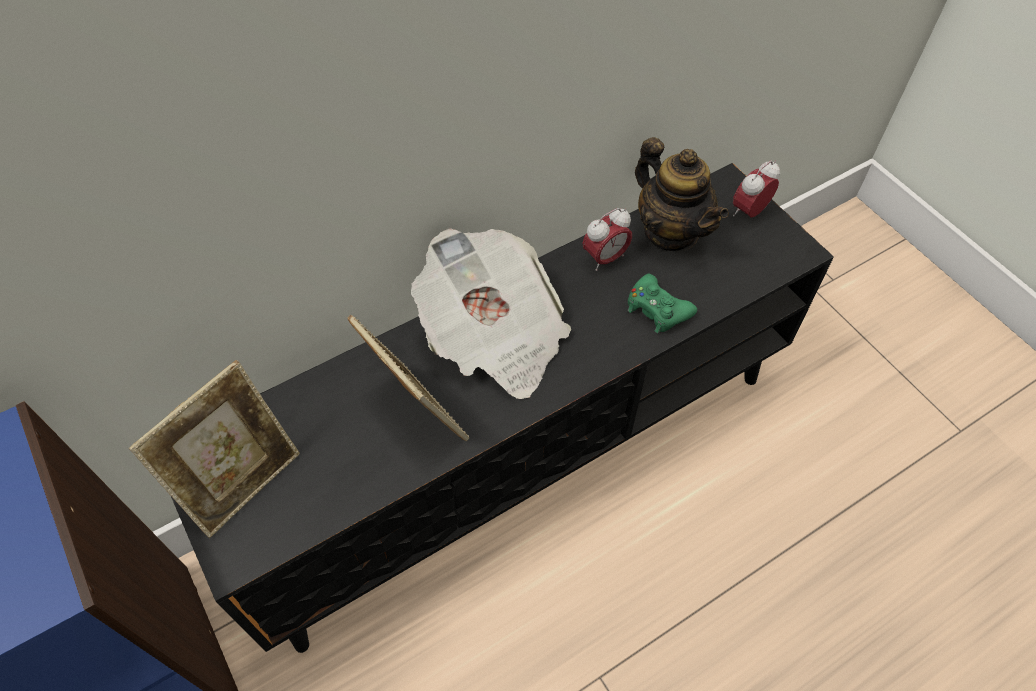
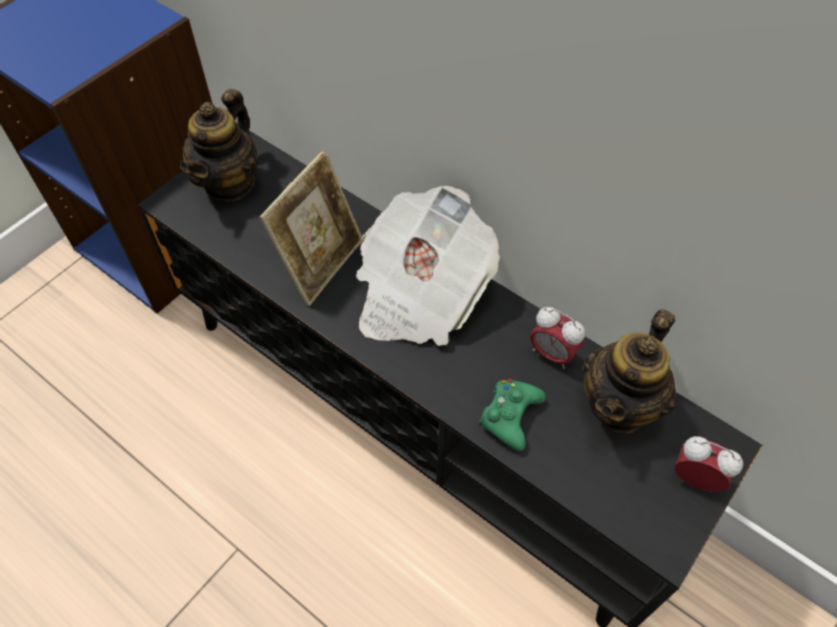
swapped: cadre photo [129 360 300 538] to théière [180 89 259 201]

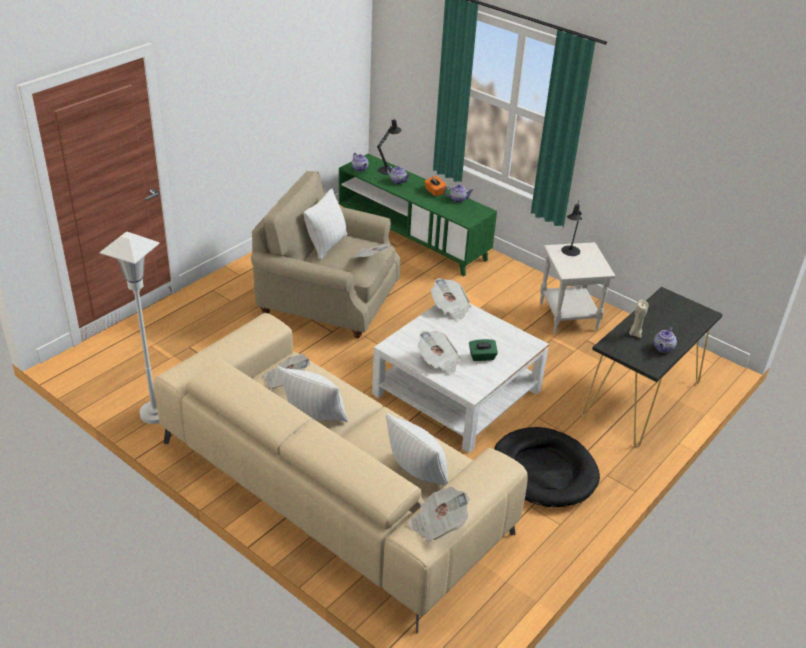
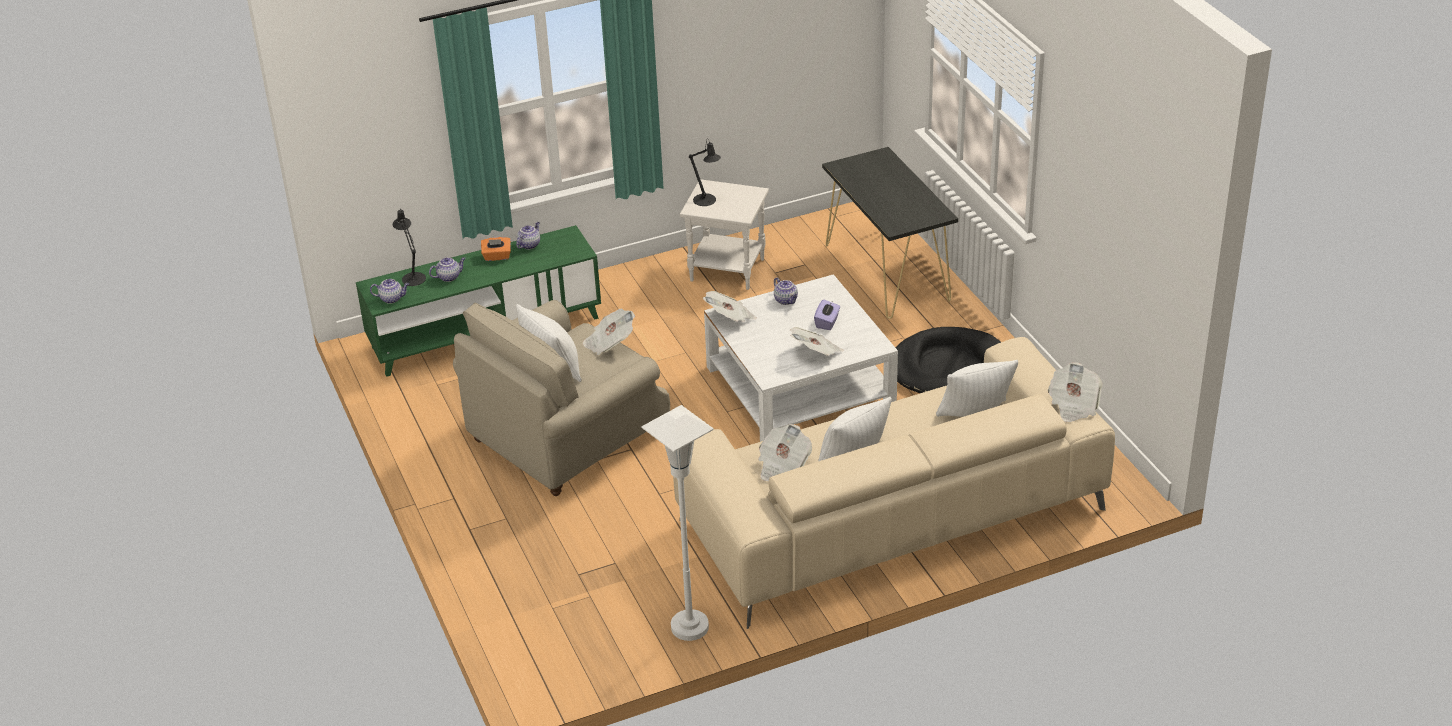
gone: bougie/beige [629 300 649 338]
shifted: théière [654 327 677 353] to [774 277 798 305]
repainted: boîte à mouchoirs/vert [469 339 498 361] to boîte à mouchoirs/violet [814 300 840 330]

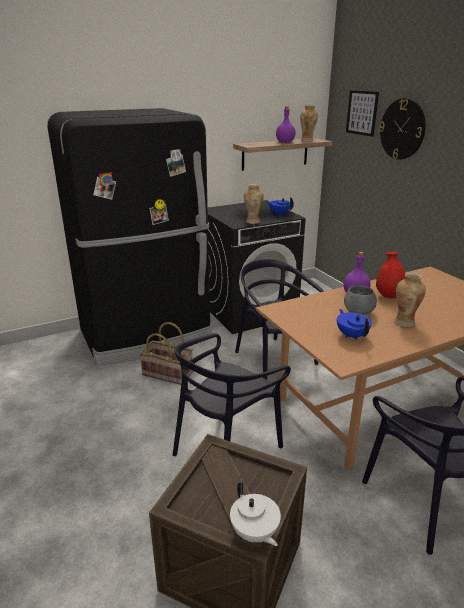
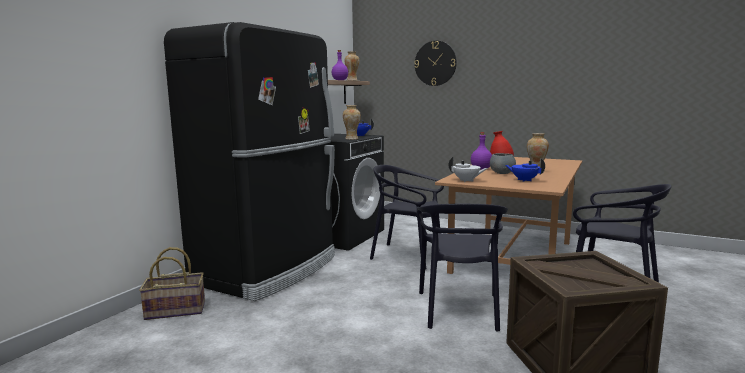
gone: tableau [346 90 379 137]
shifted: panier [139 322 193 385] to [139 247 205 320]; théière/blanc [230 482 281 546] to [449 157 488 182]

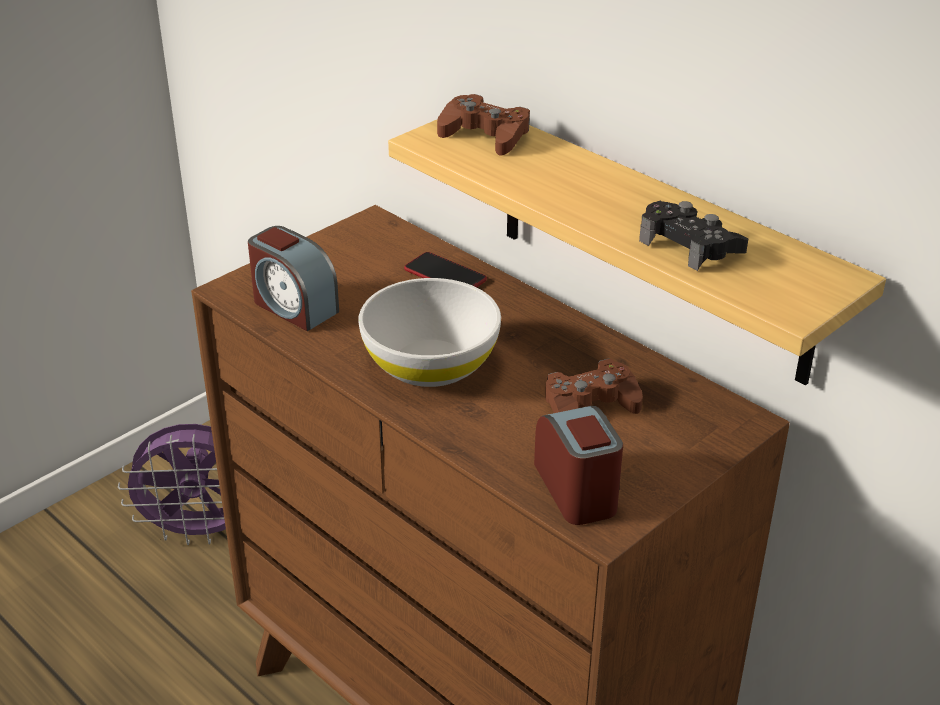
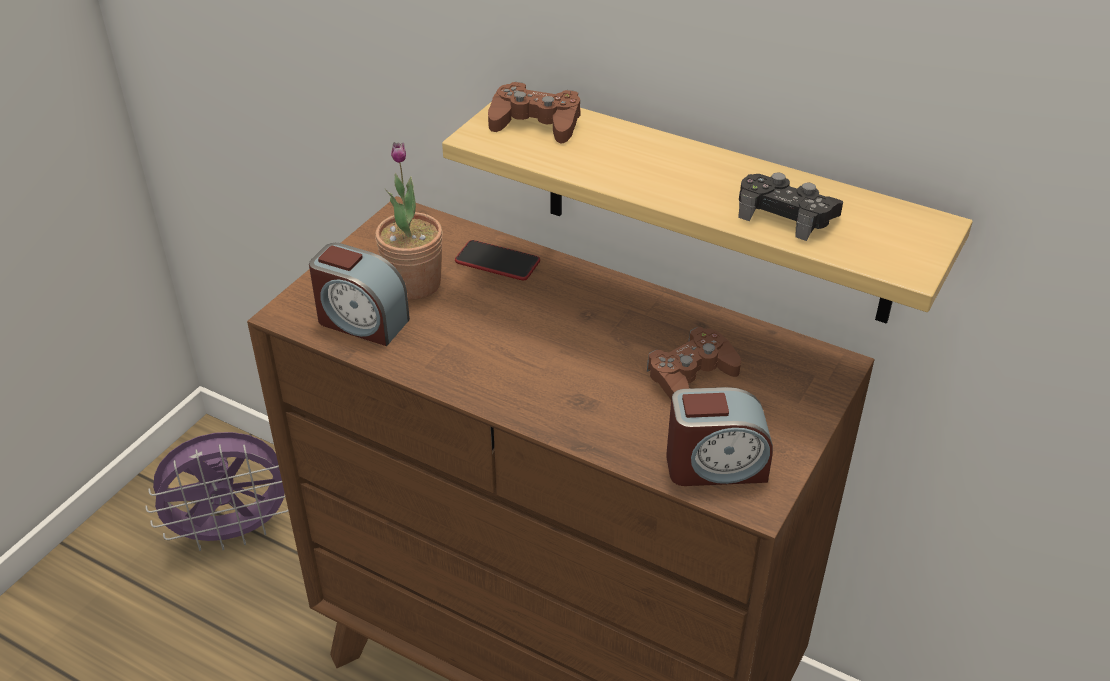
gone: bol/blanc [358 278 501 387]
new: plante en pot [375 142 443 300]
rotated: réveil [534 406 623 525] = [666 387 773 486] 120 degrees clockwise

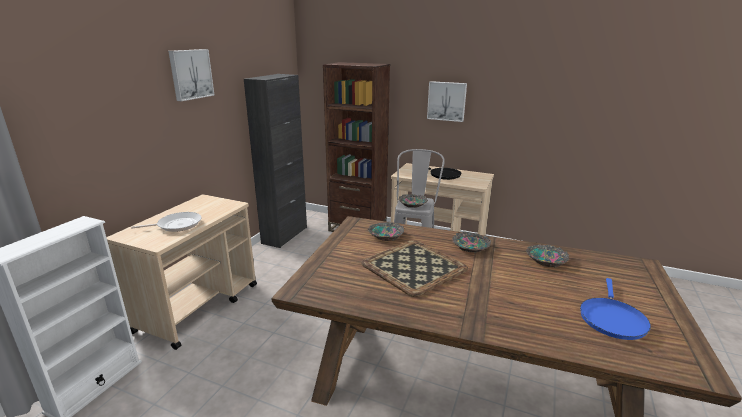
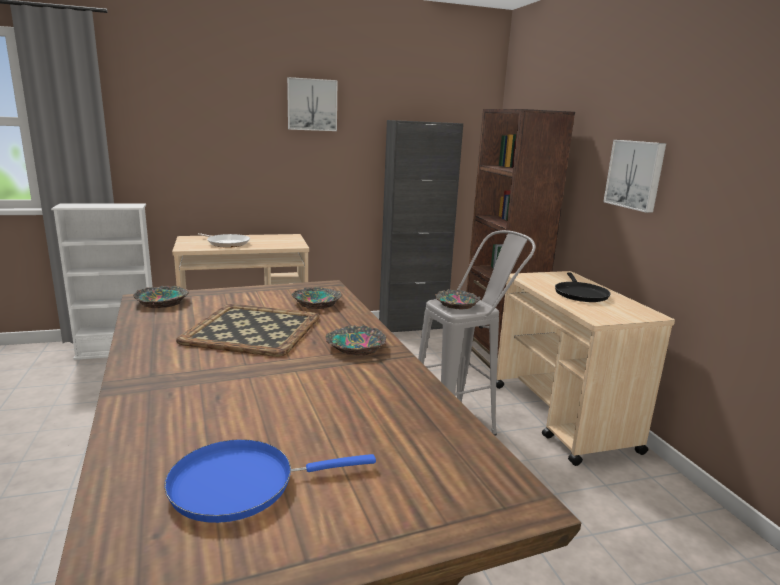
shifted: bol [526 244 569 267] to [133 286 189 308]

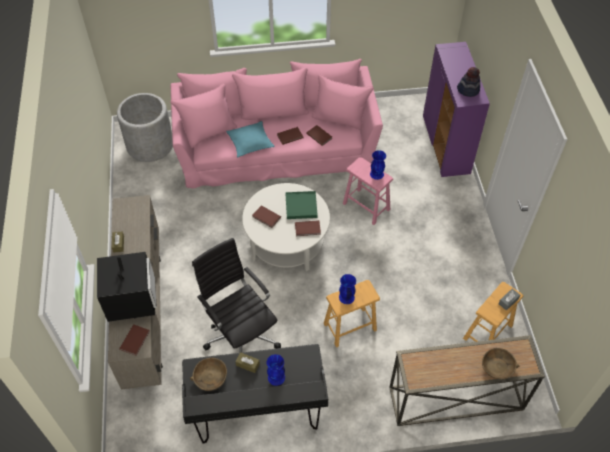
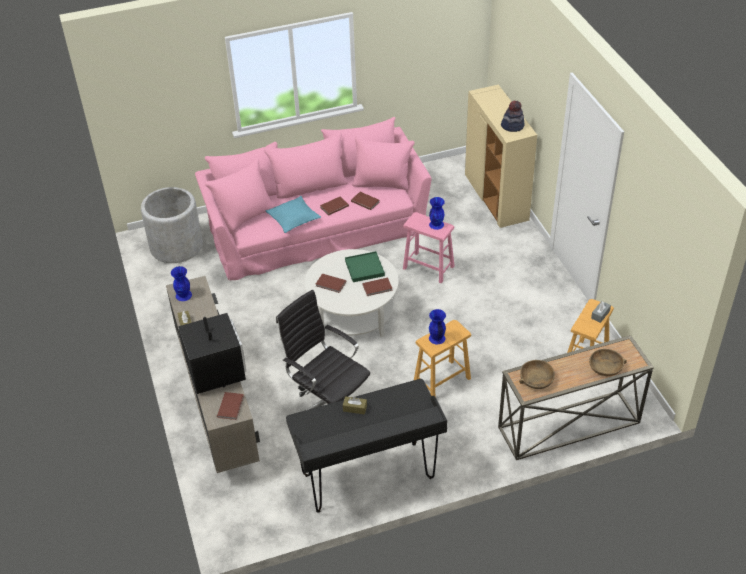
shifted: bol/marron [190 358 227 391] to [519 360 555 389]; vase/bleu [267 354 285 386] to [171 266 192 301]
repainted: meuble de rangement/violet [423 42 490 177] to meuble de rangement/beige [465 85 537 228]

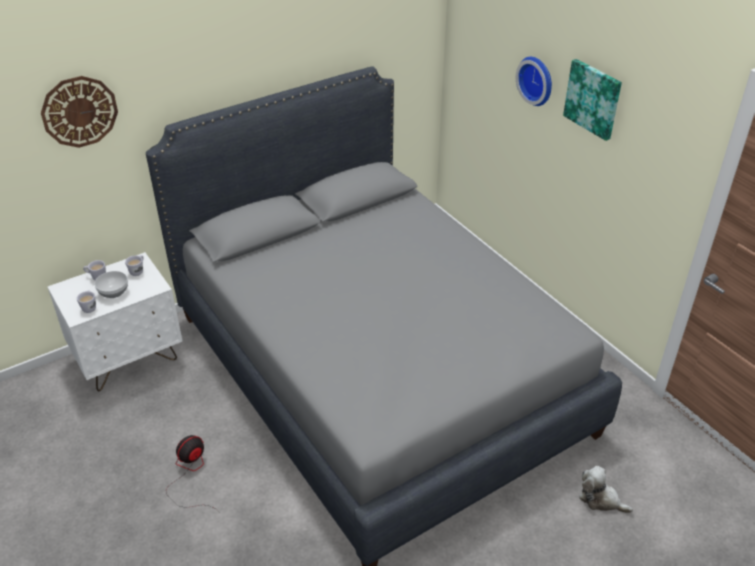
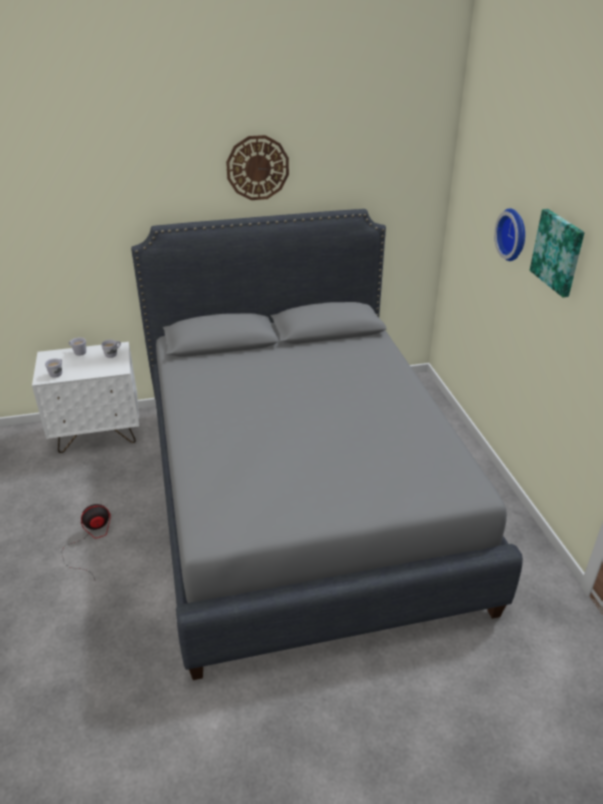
gone: bol [94 271 128 298]; peluche [579 466 633 513]
shifted: horloge murale [41 76 118 148] to [226 135 289 200]

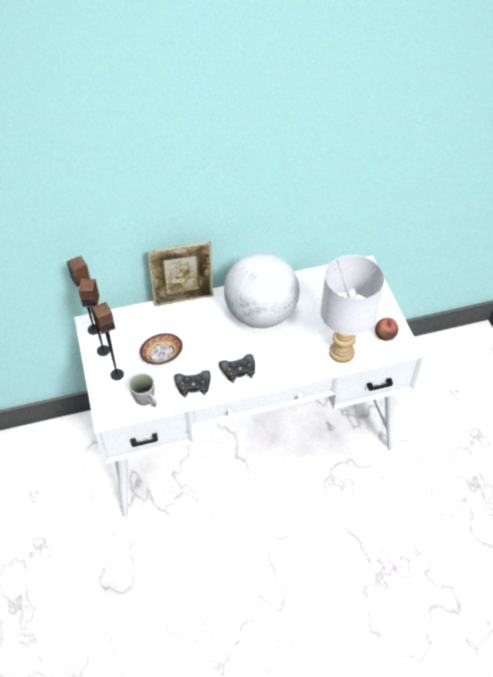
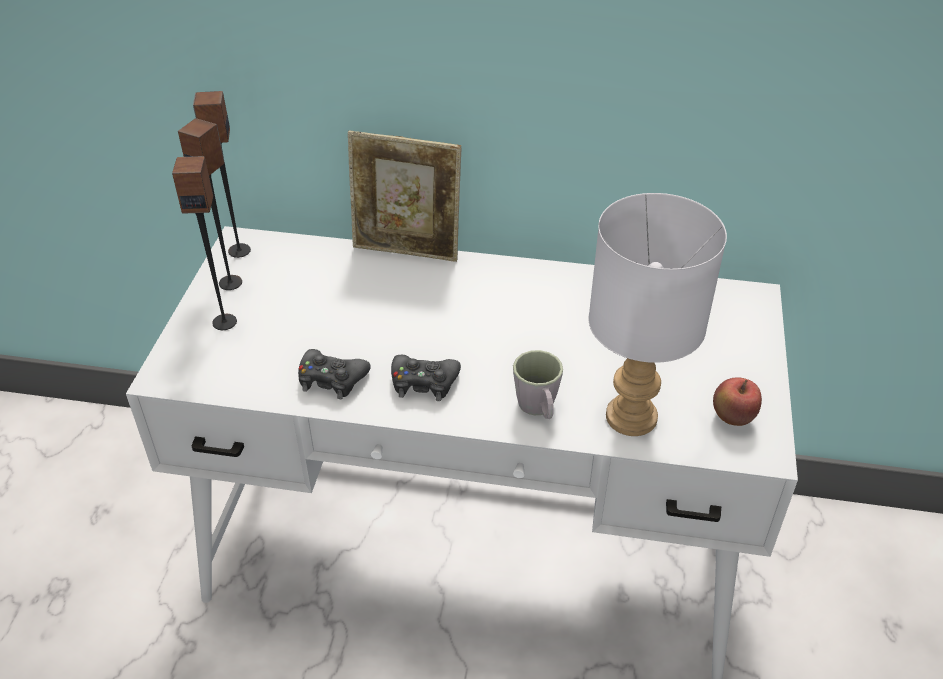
gone: bol [140 333 183 365]; globe [224 253 299 328]
shifted: mug/gris [129 373 157 407] to [513 350 563 419]

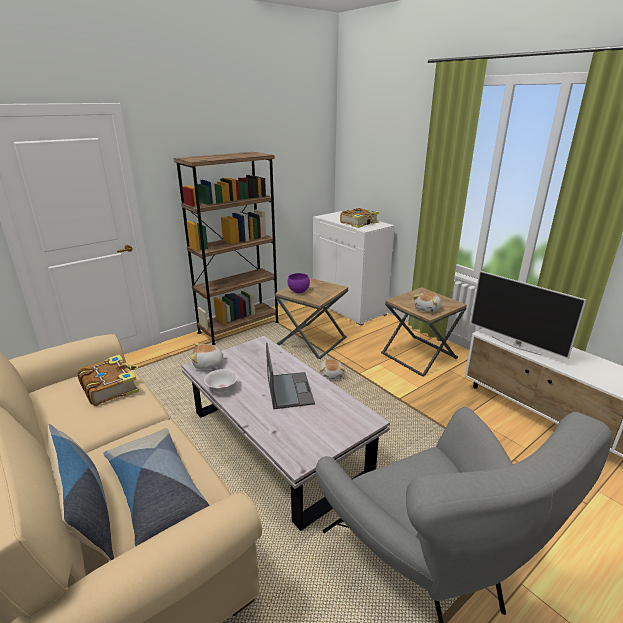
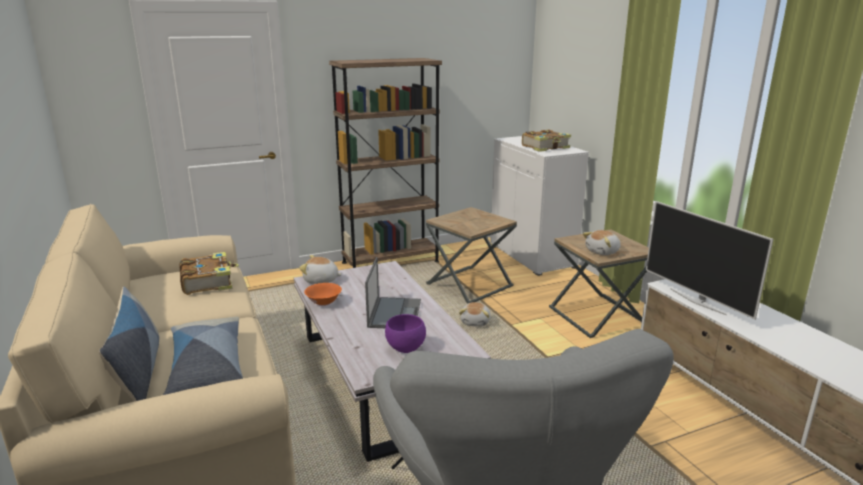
shifted: bol/violet [288 273 310 293] to [385 314 426 353]
repainted: bol/blanc [204 369 238 392] to bol/orange [304 283 342 306]

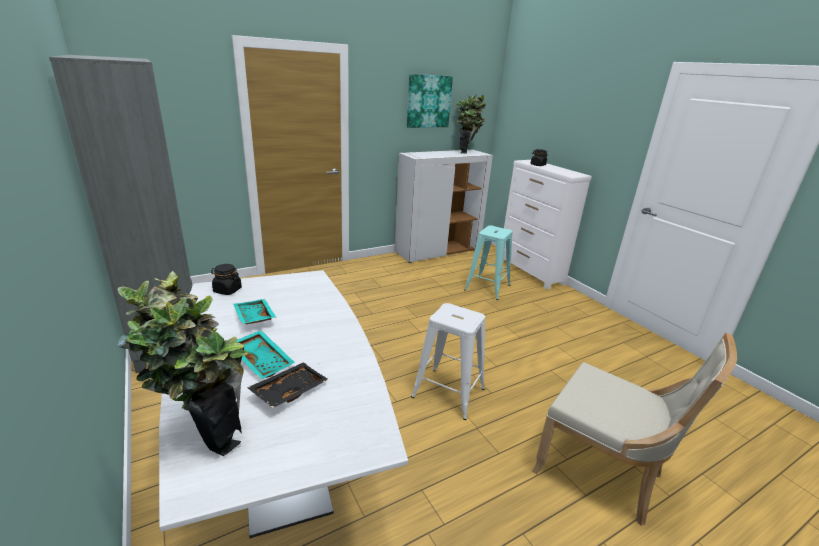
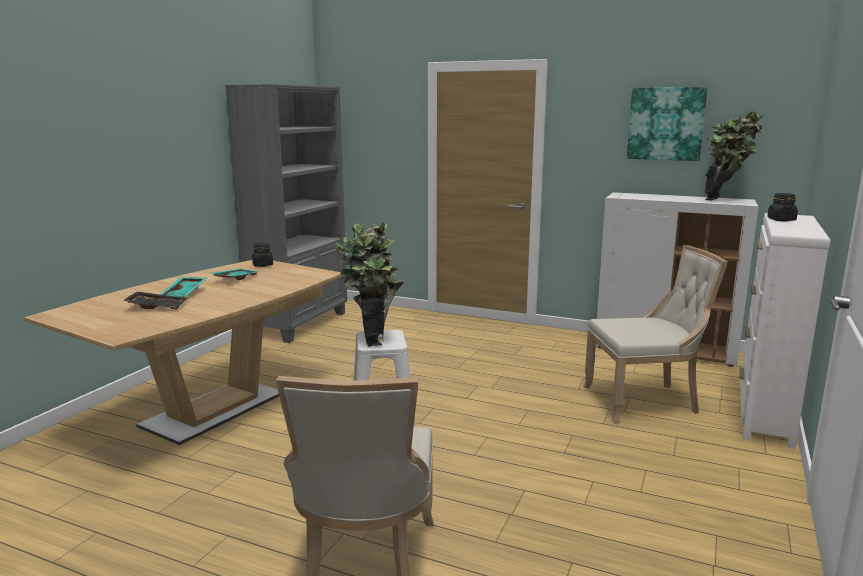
shifted: plante en pot [117 271 248 456] to [335 222 405 347]
swapped: tabouret/turquoise [464 225 513 300] to chaise/beige [583 245 728 423]
repainted: table à manger/blanc [159 270 408 538] to table à manger/marron [24 260 344 445]

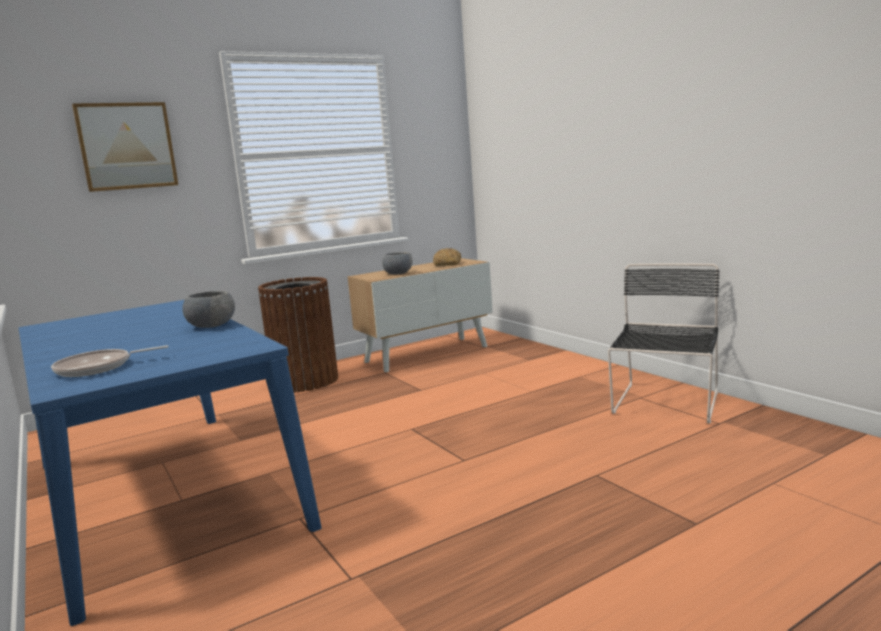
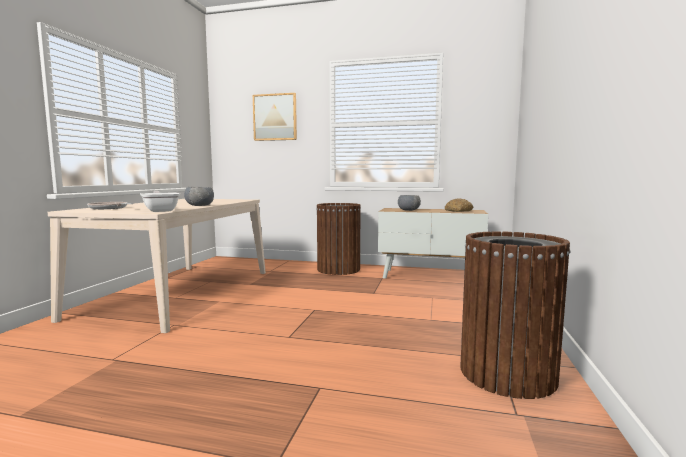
new: poêle [140 191 180 212]
swapped: chaise/noir [608 263 720 424] to poubelle/marron [460 231 571 399]
repainted: table à manger/bleu [19 300 322 626] to table à manger/beige [48 199 266 333]

